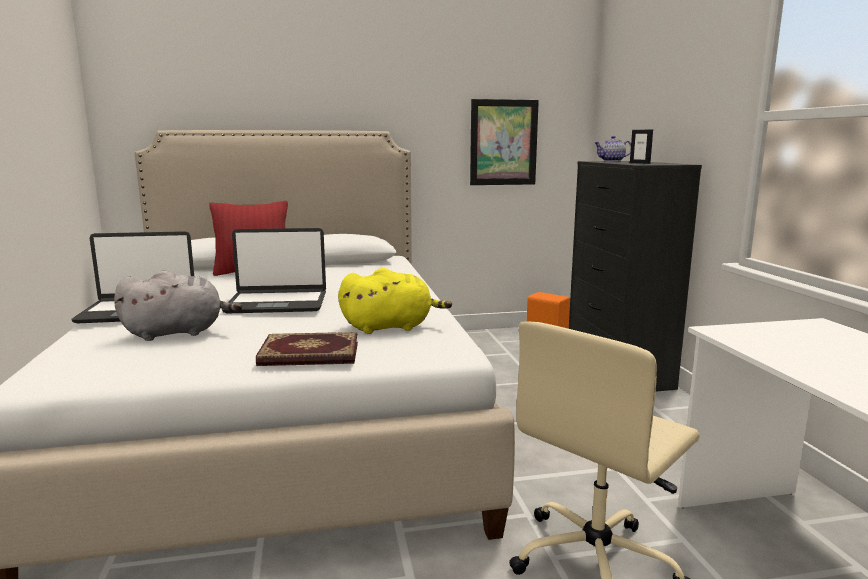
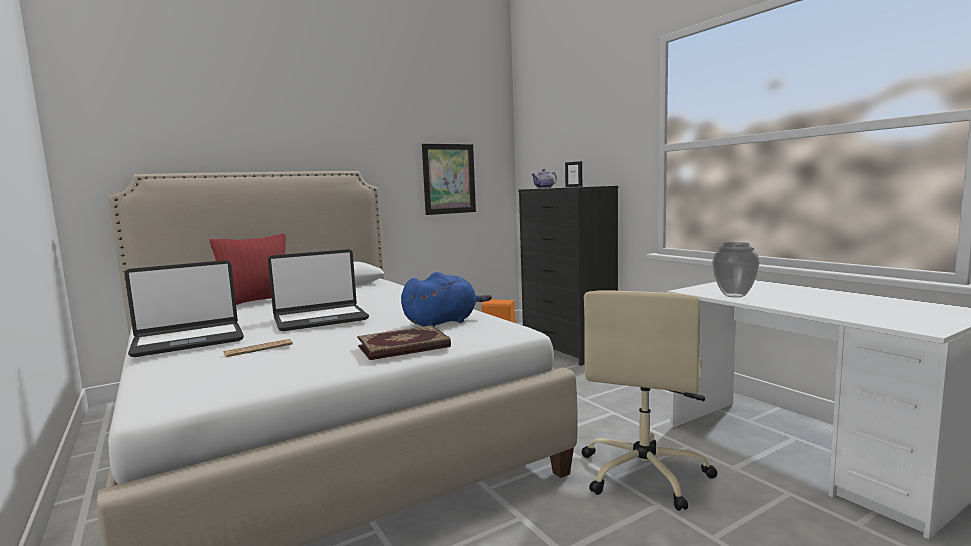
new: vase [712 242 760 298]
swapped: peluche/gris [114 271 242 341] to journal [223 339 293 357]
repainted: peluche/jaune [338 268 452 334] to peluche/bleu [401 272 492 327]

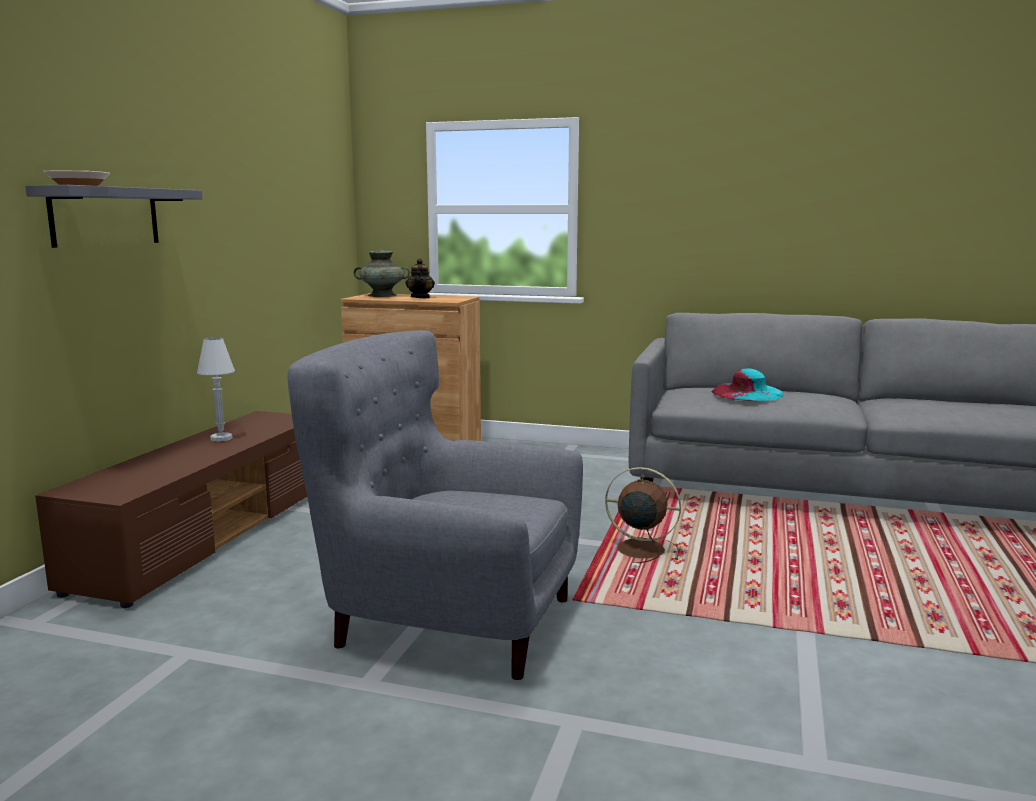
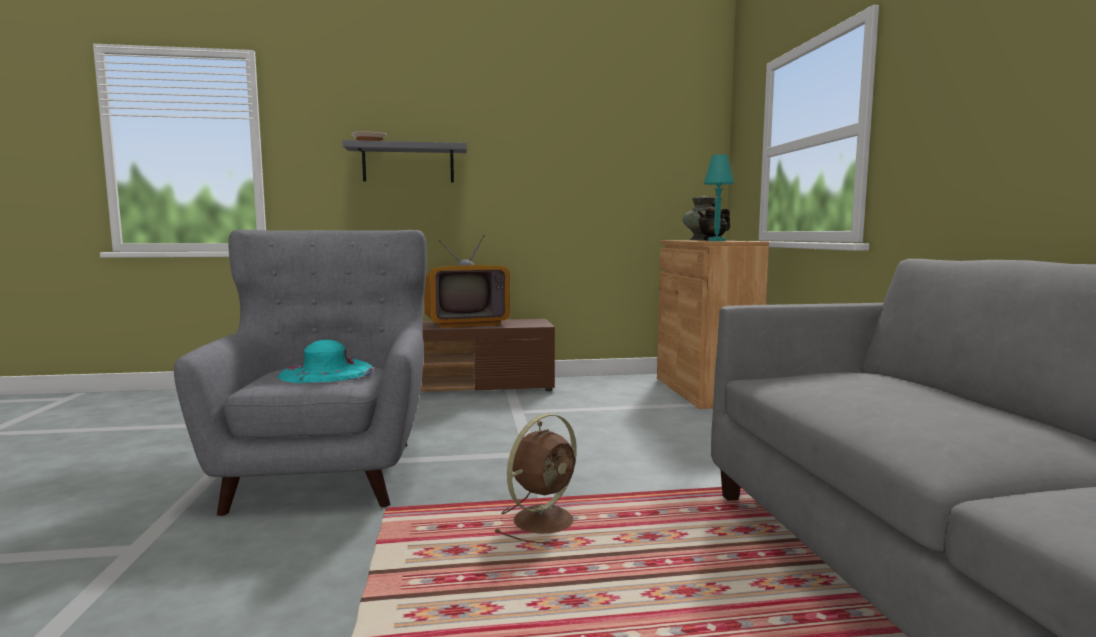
new: lampe de table/turquoise [704 154 734 241]
shifted: chapeau/turquoise [712 368 784 401] to [277 340 375 383]
swapped: lampe de table/blanc [197 337 235 442] to téléviseur [424 235 510 328]
rotated: ventilateur/marron [605 467 681 563] = [494 414 577 543] 45 degrees clockwise

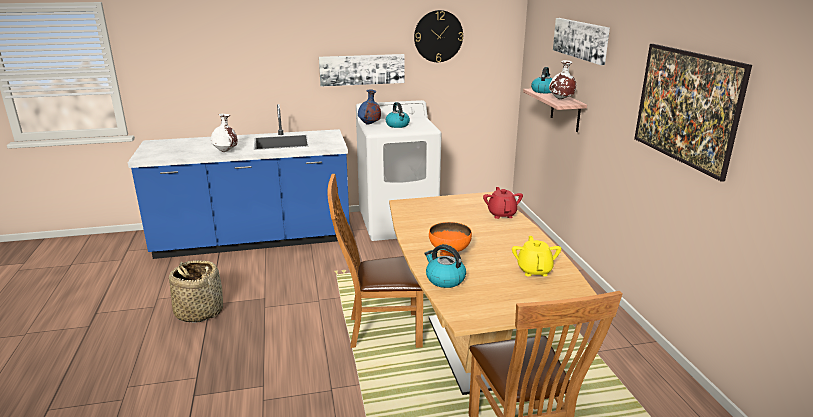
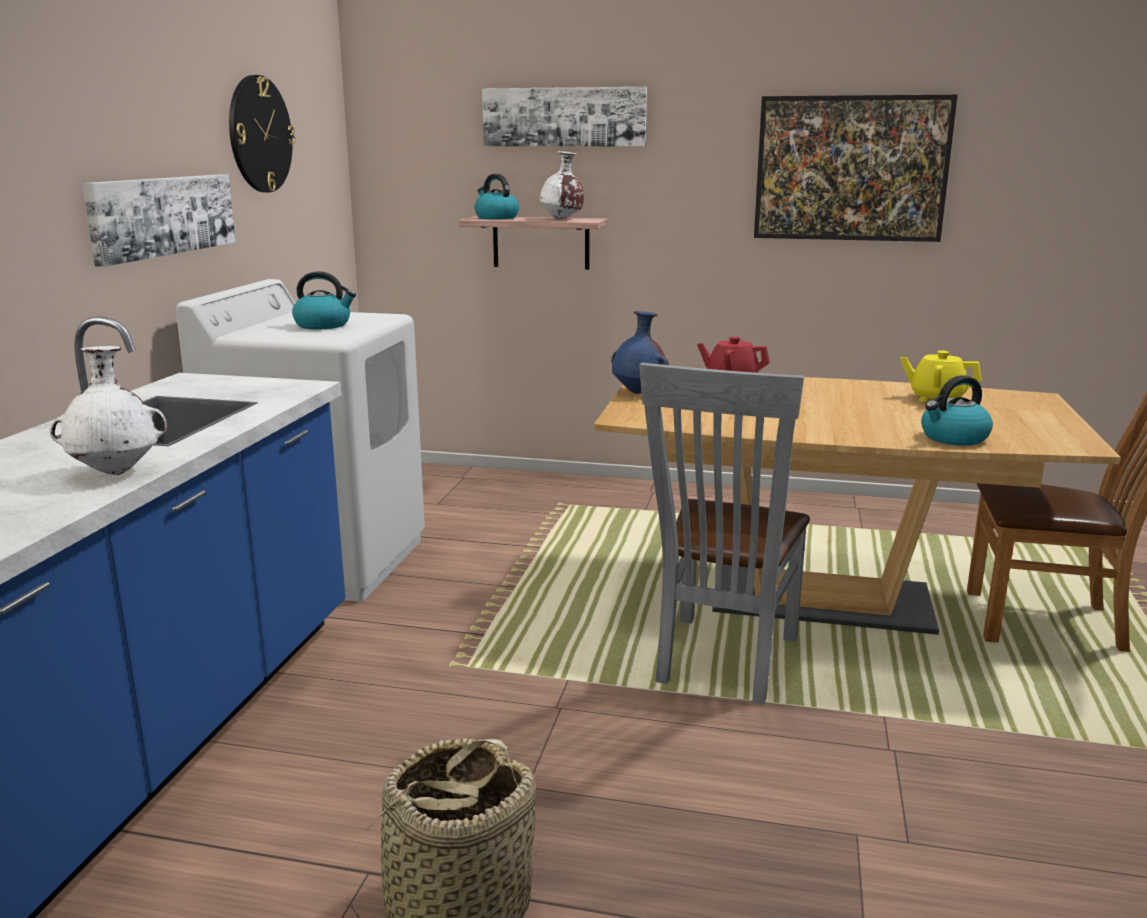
gone: bol/orange [429 222 472 258]
shifted: vase/bleu [358 89 381 125] to [611 311 669 394]
repainted: chaise/marron [327 174 423 348] to chaise/gris [639 362 810 704]

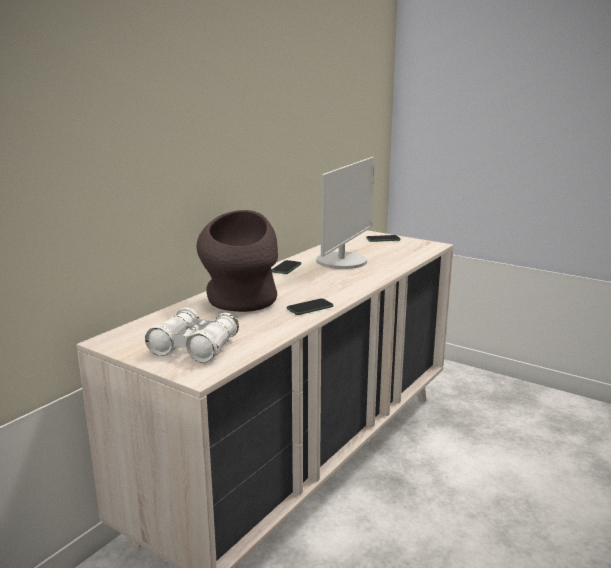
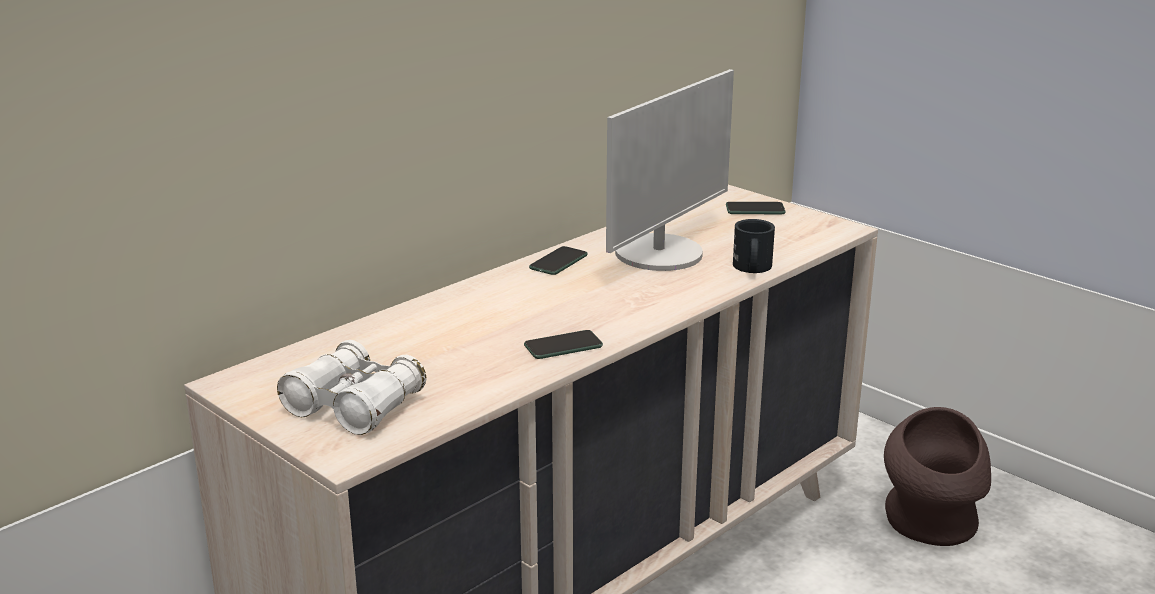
new: mug/noir [733 219 775 273]
shifted: vase/marron [197 210 278 312] to [884 407 991 546]

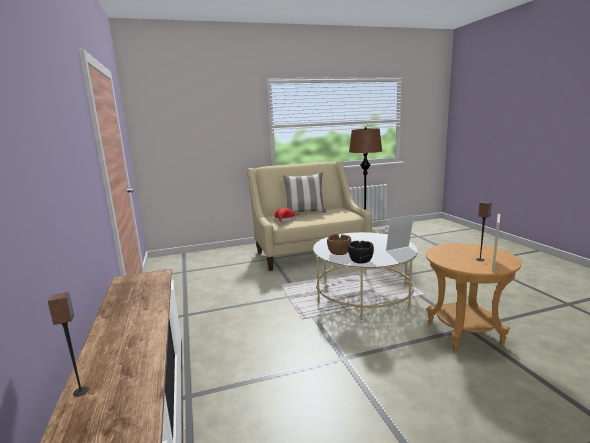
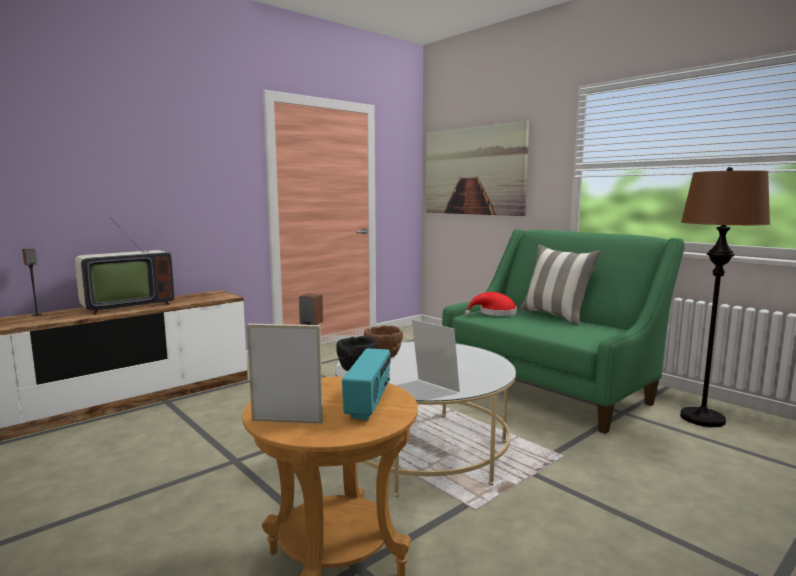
new: téléviseur [75 214 174 315]; radio [342 348 391 420]; tableau [426 121 529 216]
repainted: canapé/beige [247 161 372 271] to canapé/vert [442 229 684 434]

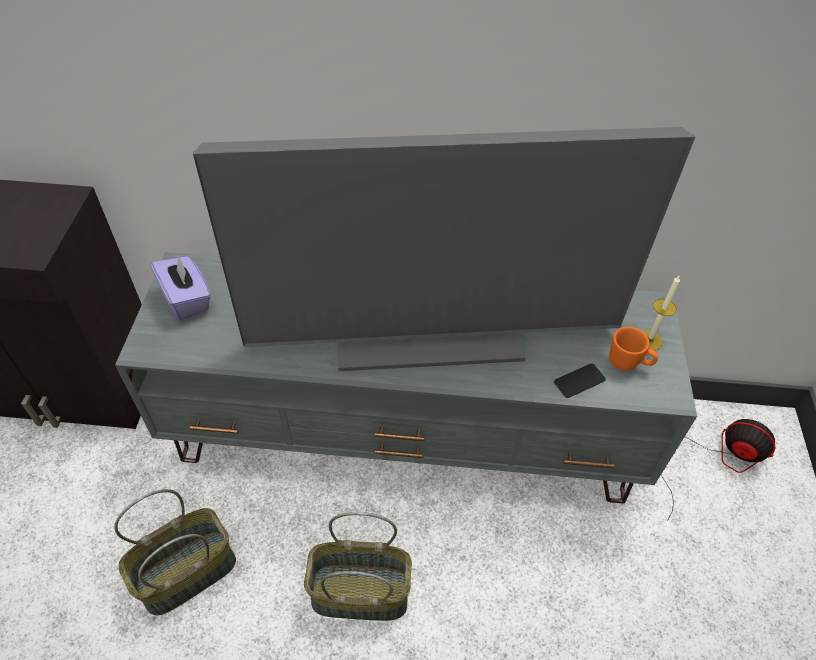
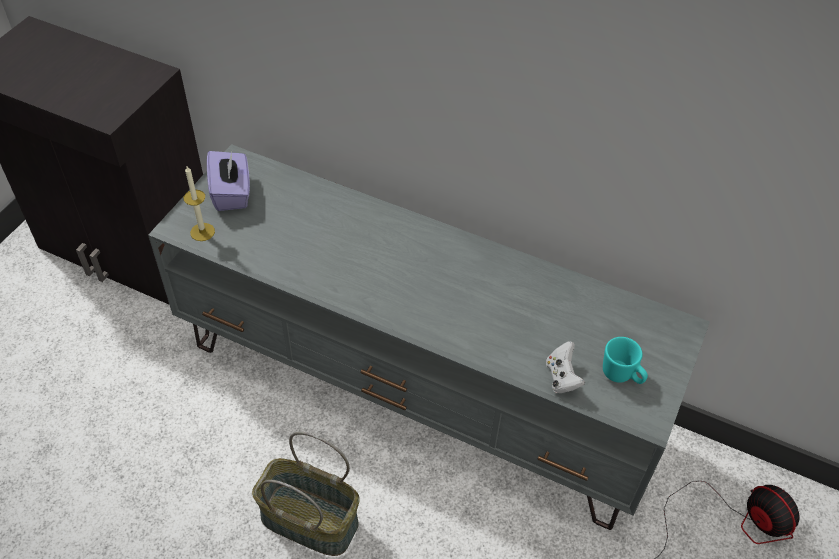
gone: panier [114 489 236 615]; téléviseur [193 127 695 371]
shifted: bougie [642 275 680 350] to [184 166 215 241]
swapped: téléphone [554 364 606 398] to manette/blanc [546 341 585 393]
repainted: mug/orange [609 327 658 371] to mug/turquoise [603 337 648 384]

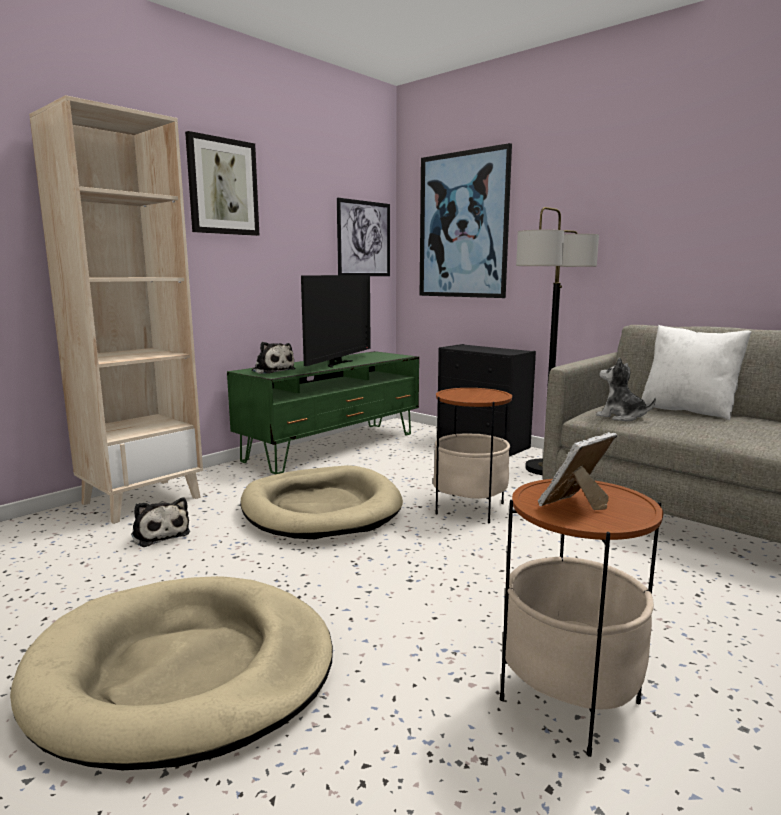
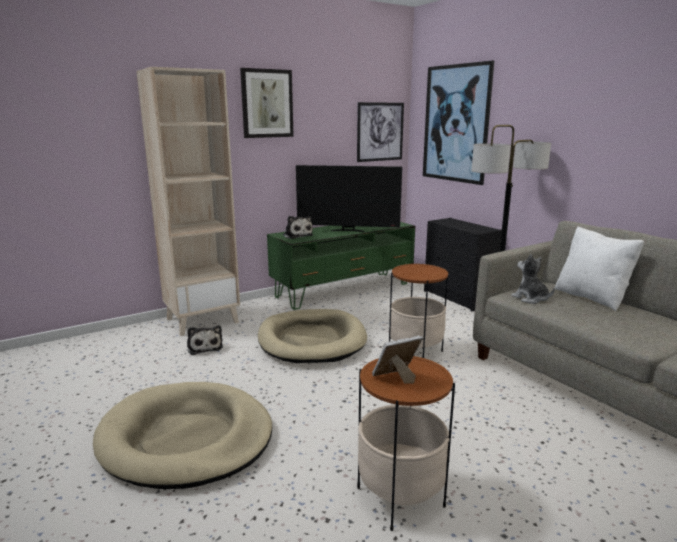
rotated: téléviseur [301 275 371 368] = [296 165 402 232] 60 degrees clockwise

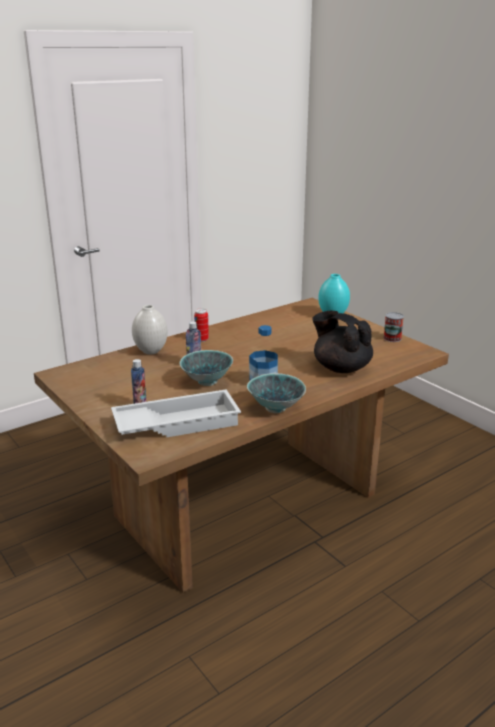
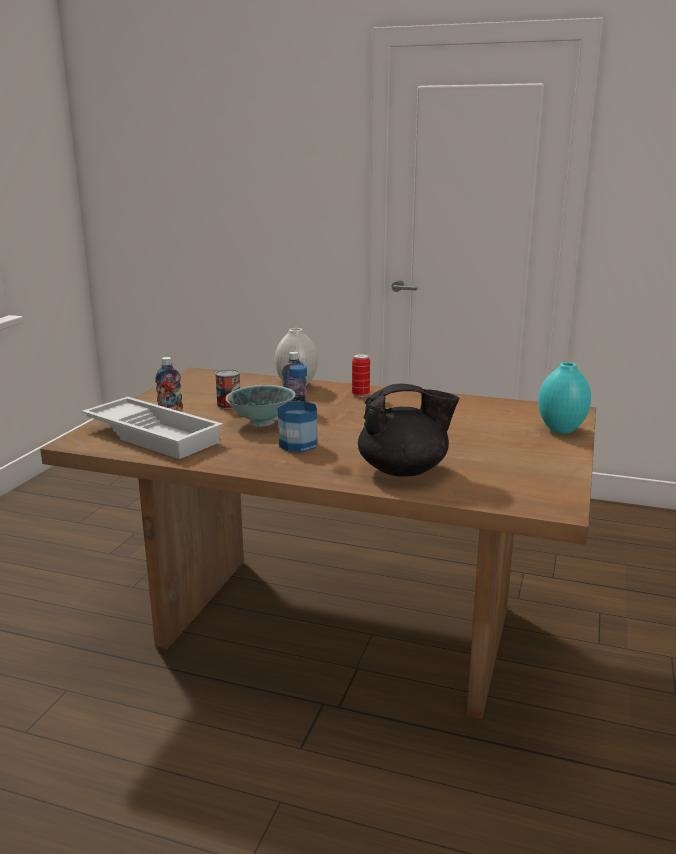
gone: bol [247 373 306 413]
shifted: boîte métallique [383 312 404 342] to [215 369 240 409]
rotated: théière/noir [312 310 373 373] = [358 383 459 477] 75 degrees clockwise

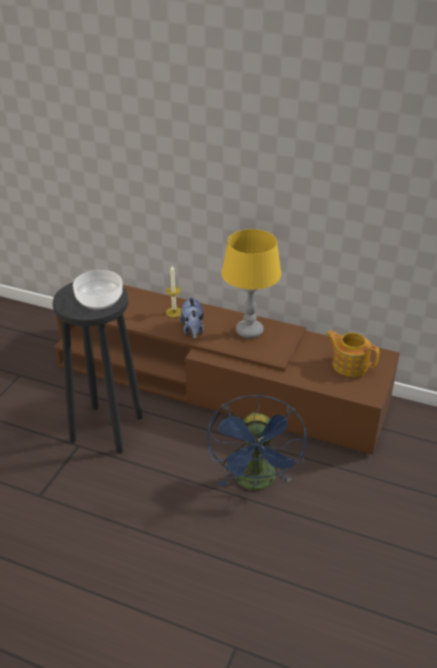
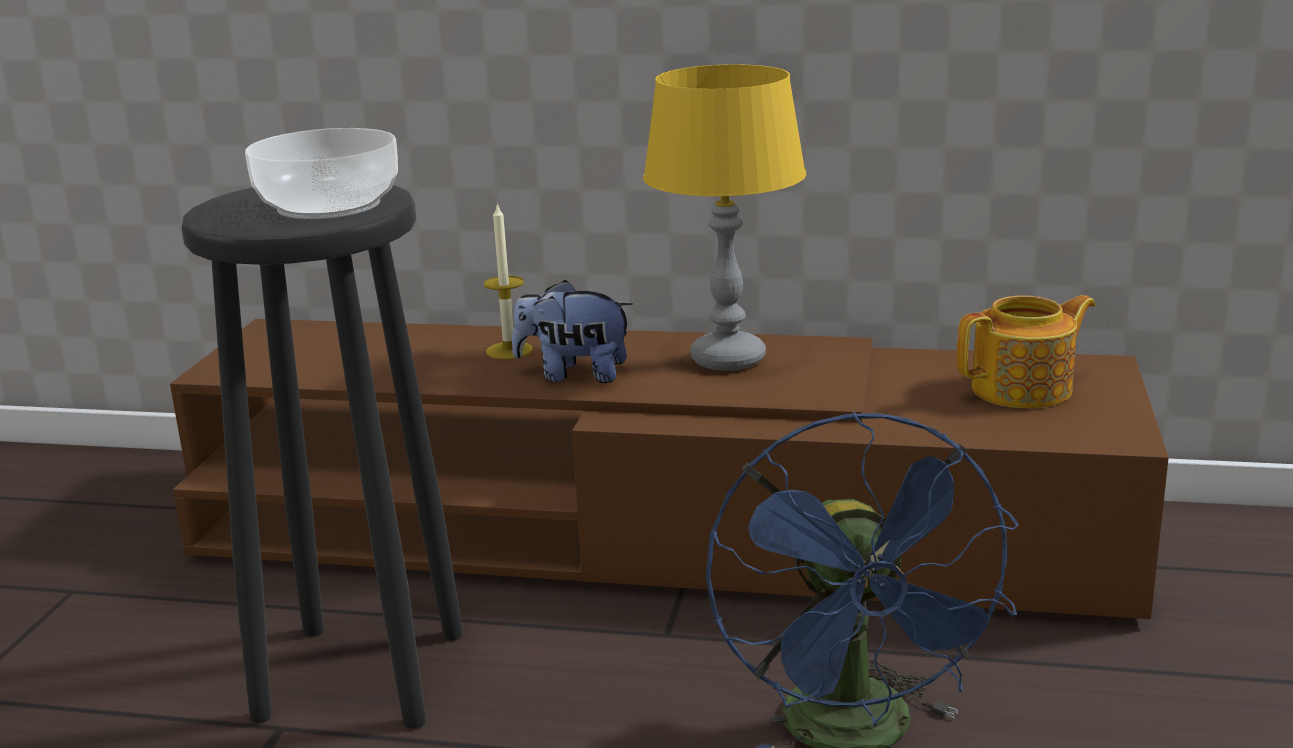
rotated: peluche [180 295 204 339] = [512 280 633 383] 120 degrees clockwise; théière [326 330 380 377] = [957 295 1096 408] 135 degrees clockwise

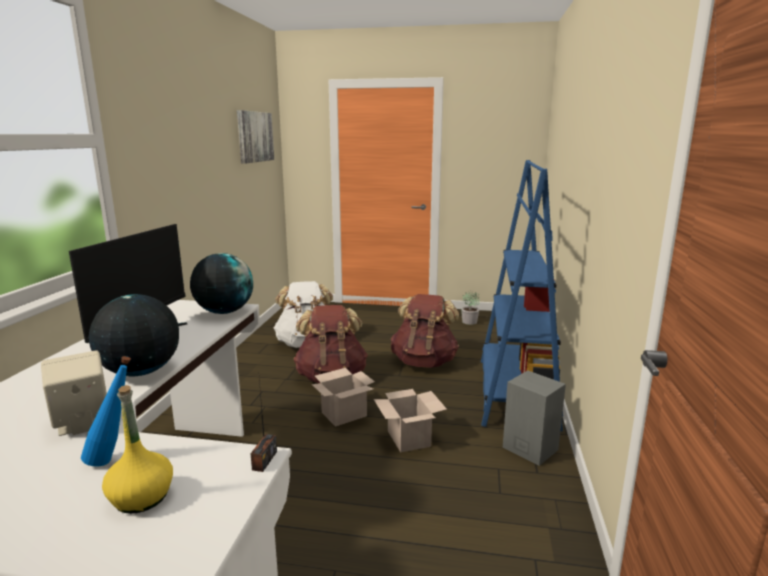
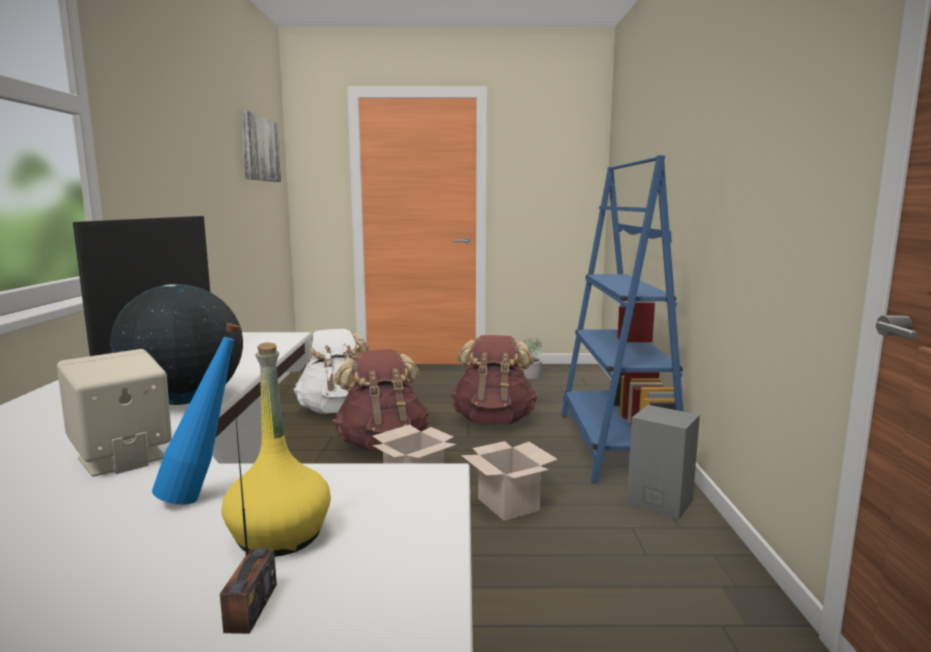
gone: globe [190 253 253 314]
shifted: radio [250 379 277 472] to [220 408 277 634]

